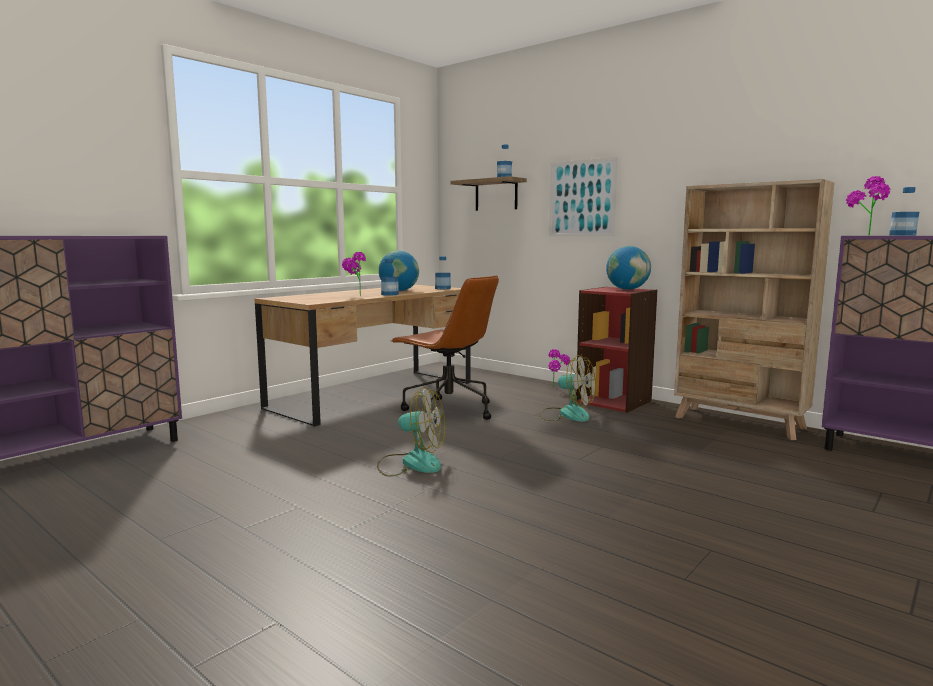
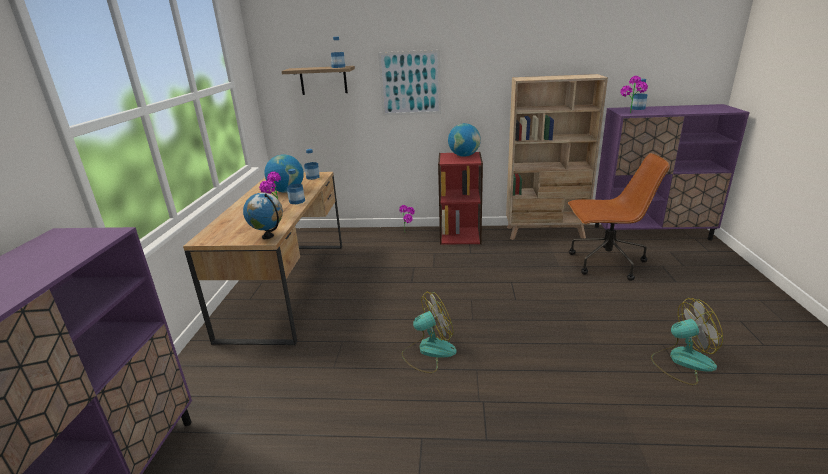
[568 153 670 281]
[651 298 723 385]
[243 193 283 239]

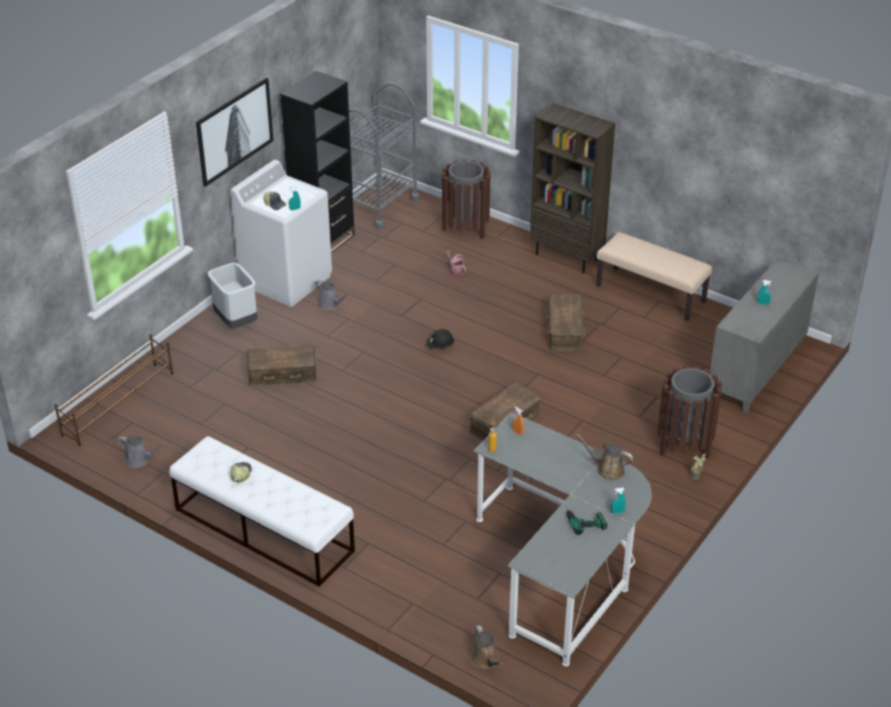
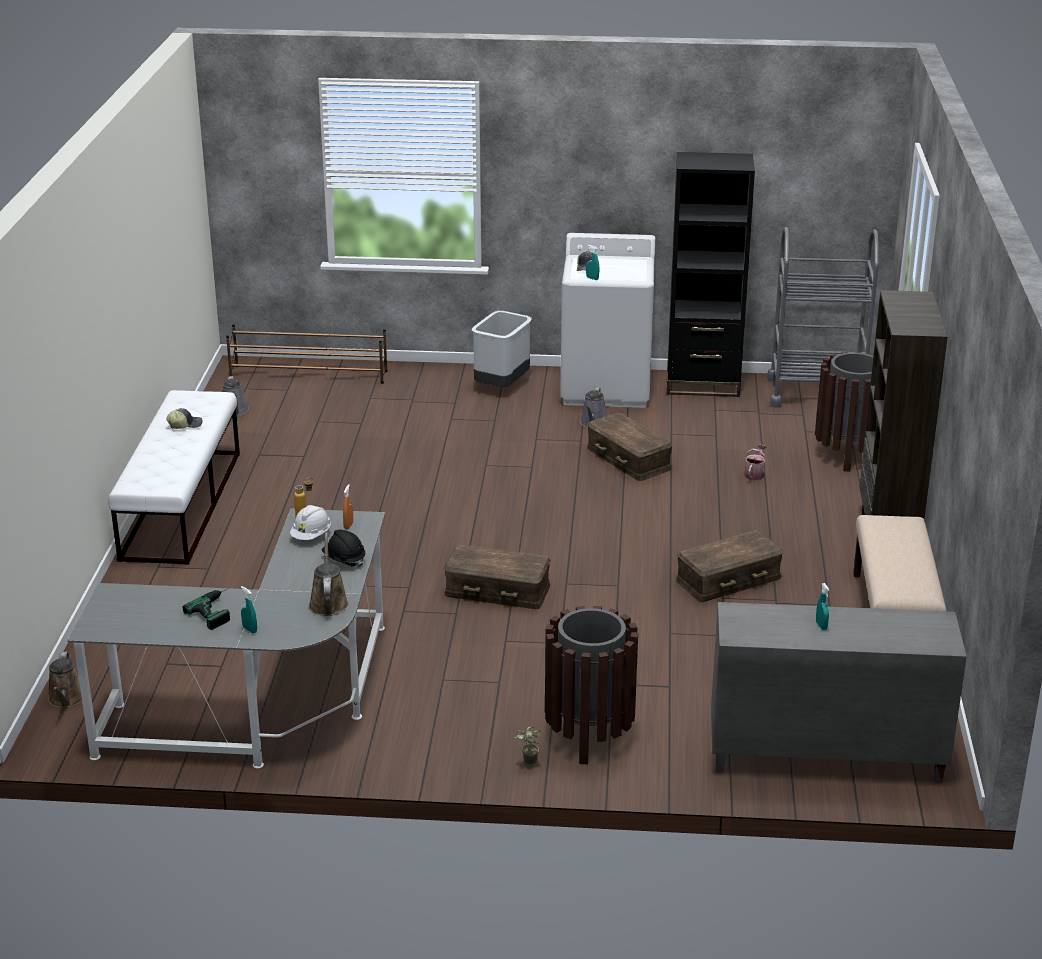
[196 78 273 187] (first image)
[322 530 365 568]
[587 412 673 481]
[48 652 82 708]
[290 505 331 540]

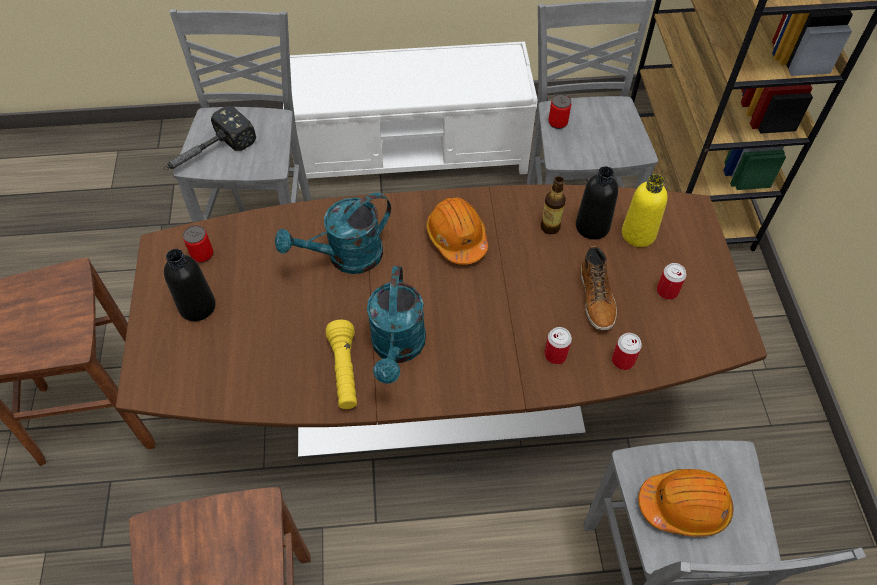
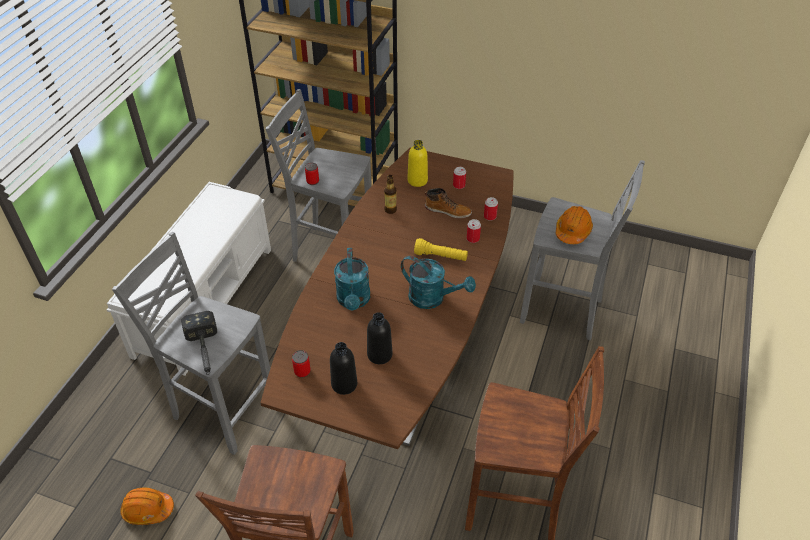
[367 312 393 364]
[120 488 174 525]
[414 238 468 261]

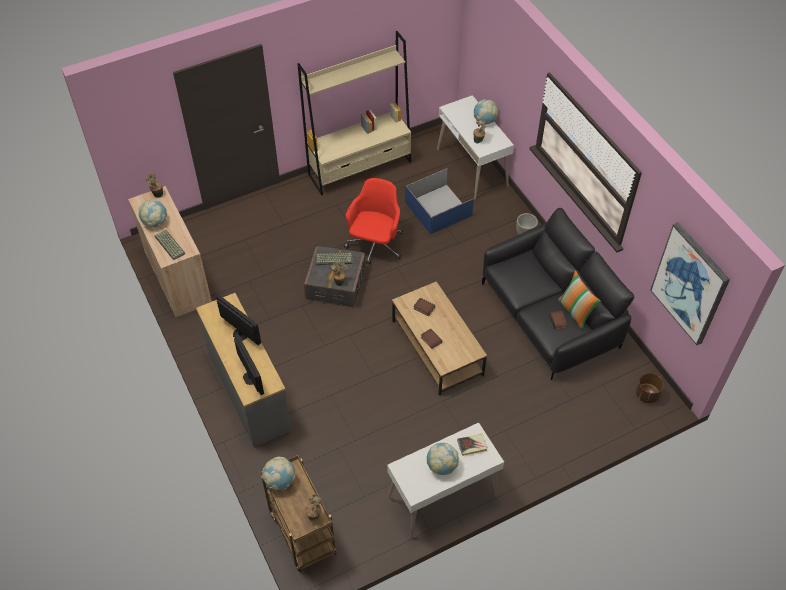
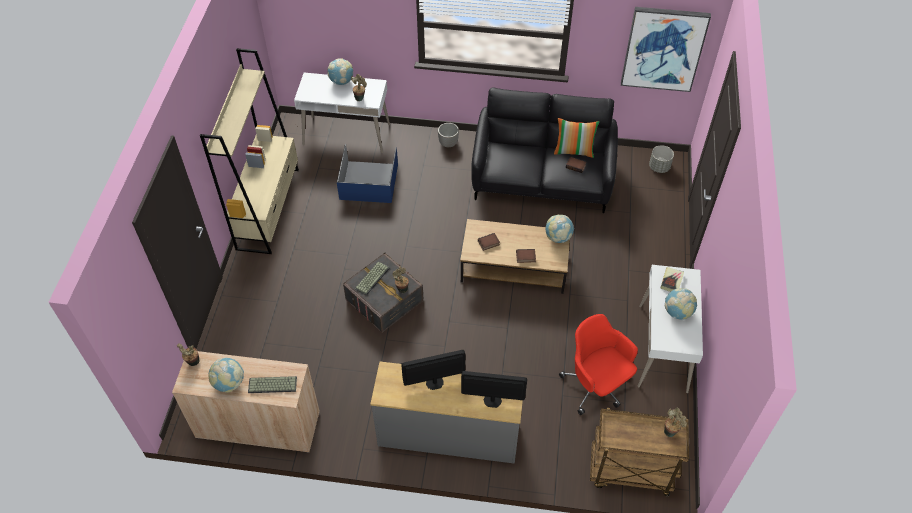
[559 314 638 415]
[649 145 674 173]
[546 215 574 243]

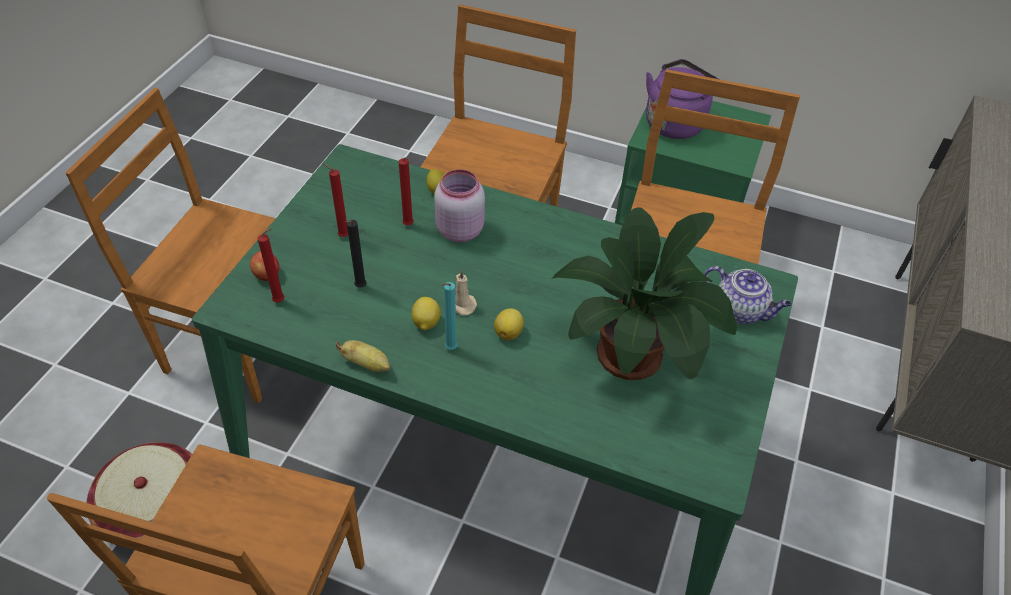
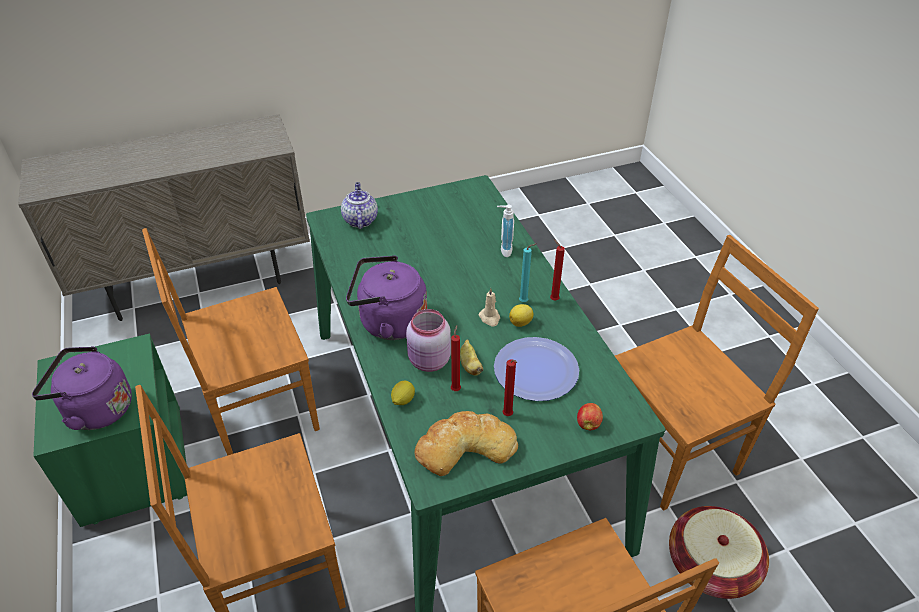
[551 208 737 380] (first image)
[494 337 579 401]
[550 239 565 300]
[494 308 524 340] (first image)
[460 340 483 376]
[497 205 514 257]
[346 255 427 340]
[415 411 518 476]

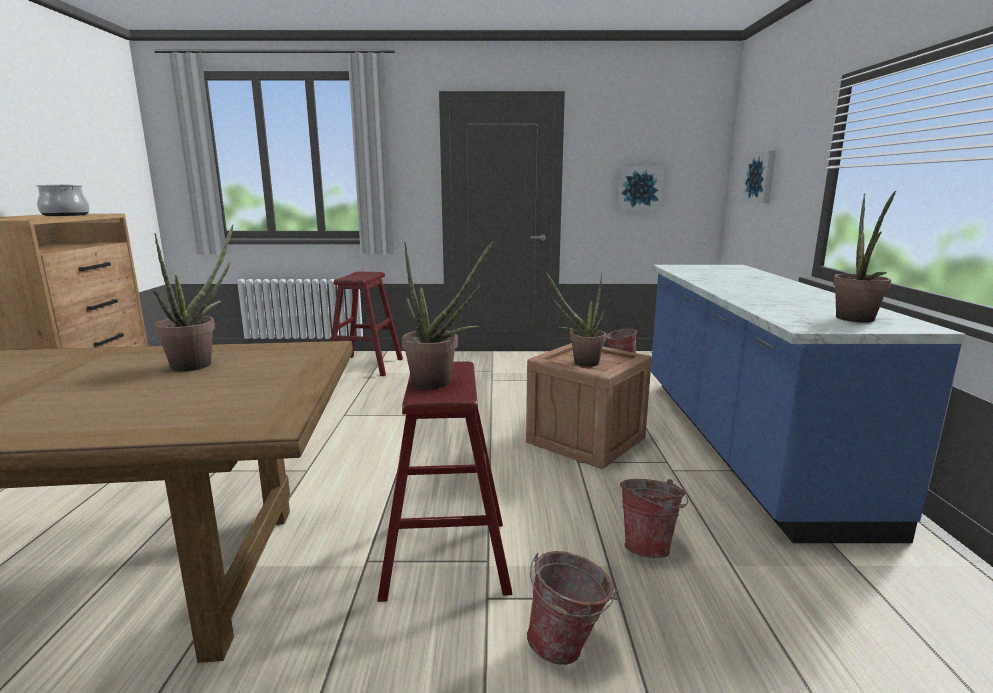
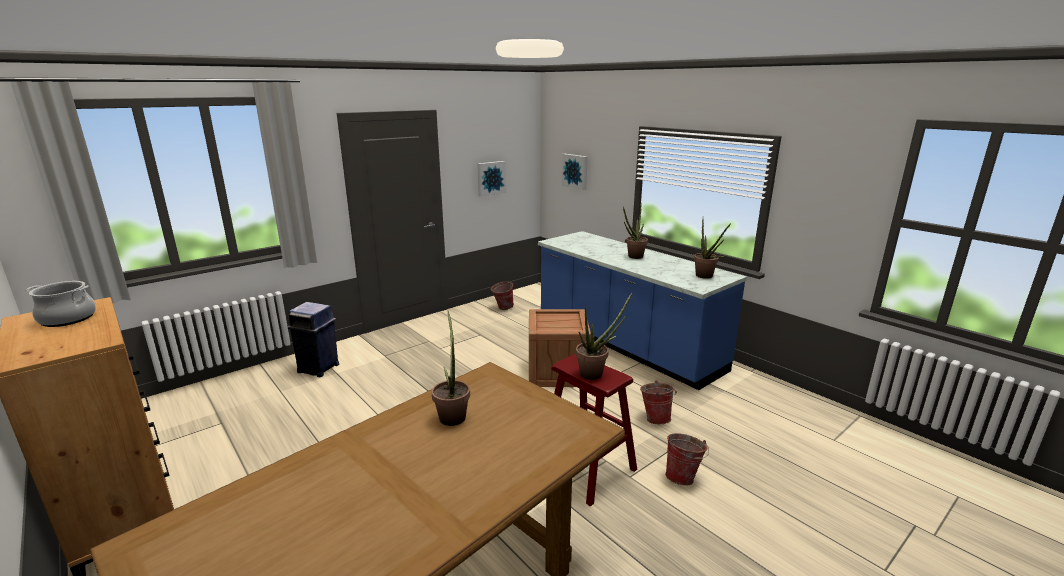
[288 302 339 377]
[623 203 648 259]

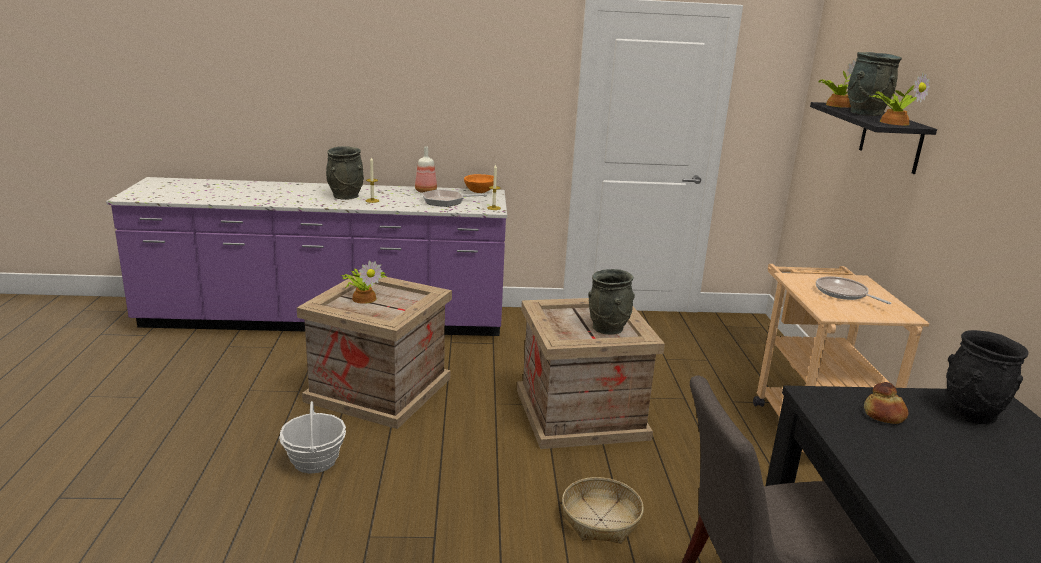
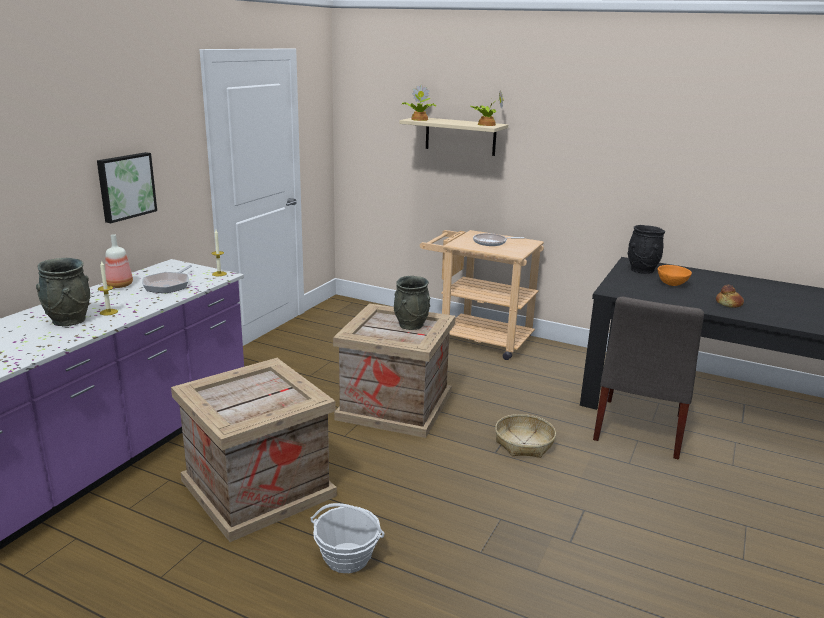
[847 52 902 116] (first image)
[399 118 508 156]
[658 265 692 286]
[342 260 388 304] (first image)
[716 285 744 308]
[97 152 157 223]

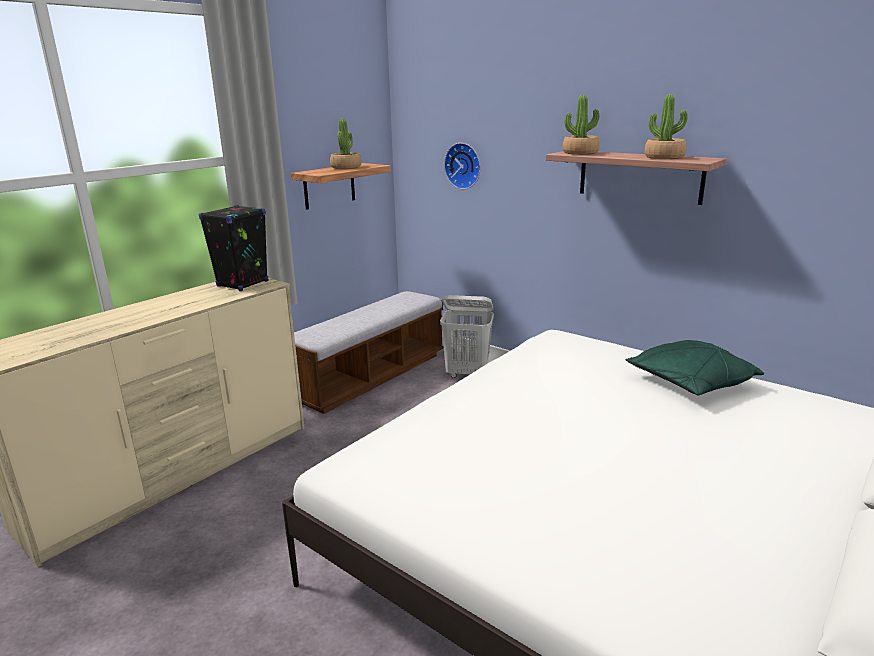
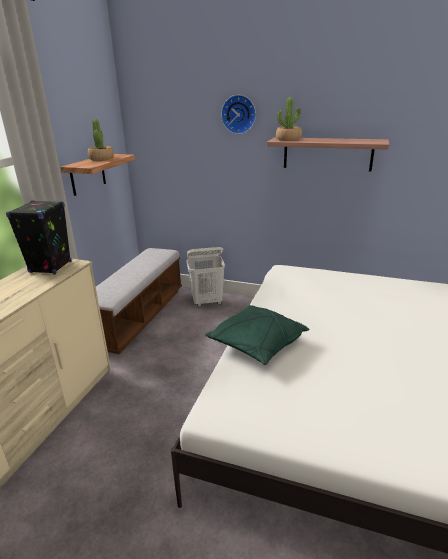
[644 95 688 159] (first image)
[221 95 256 134]
[205 305 309 365]

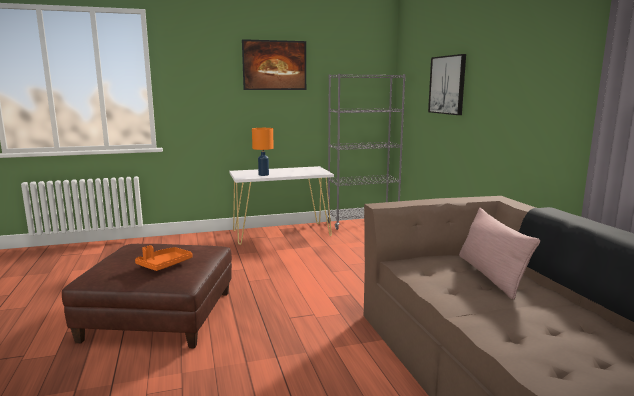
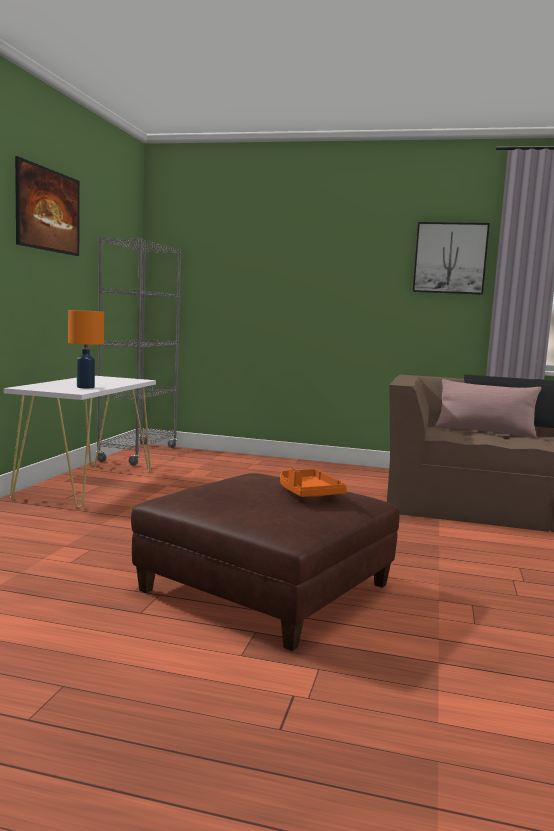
[413 222 490 295]

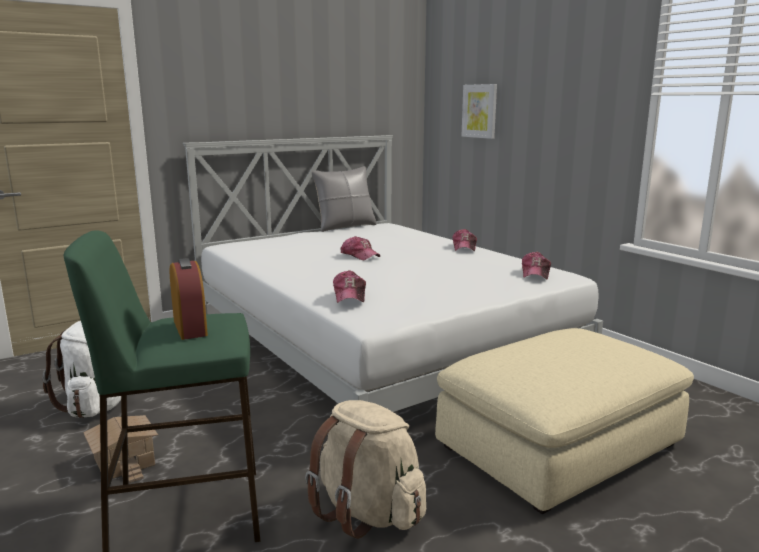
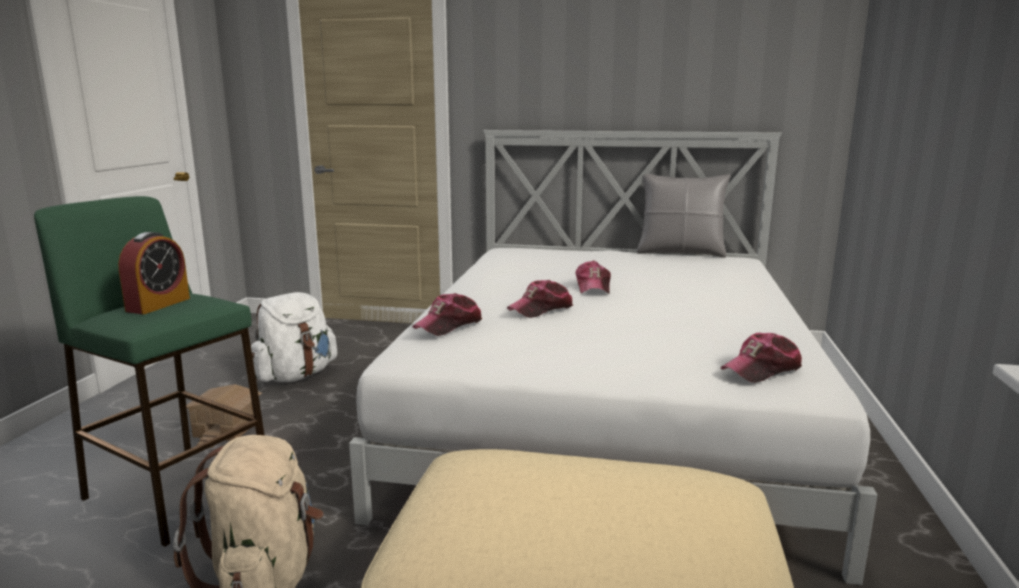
[461 84 497 139] (first image)
[507 280 573 318]

